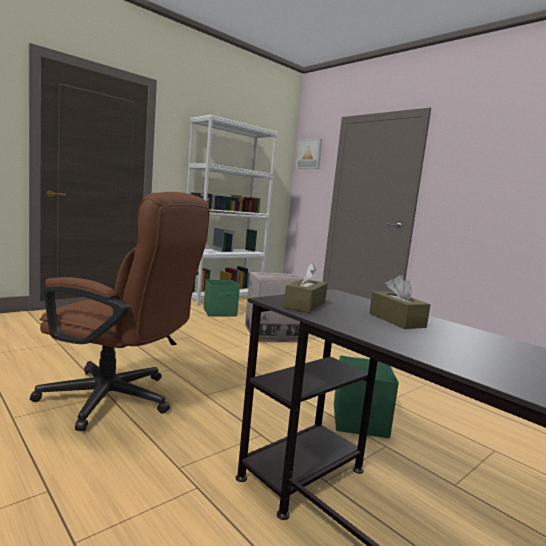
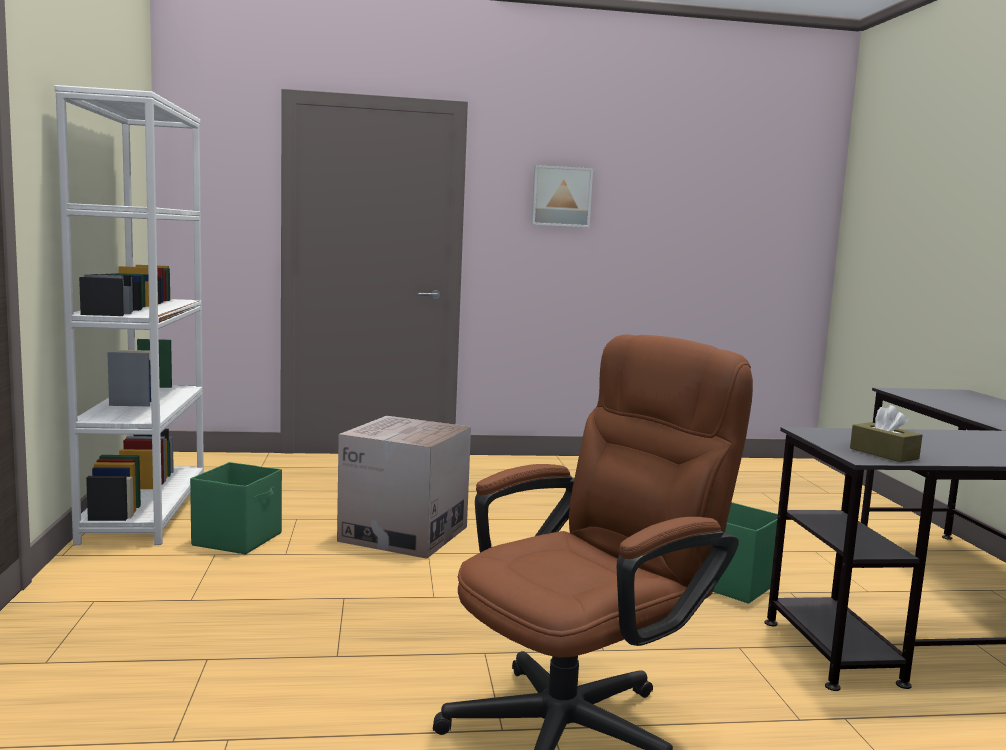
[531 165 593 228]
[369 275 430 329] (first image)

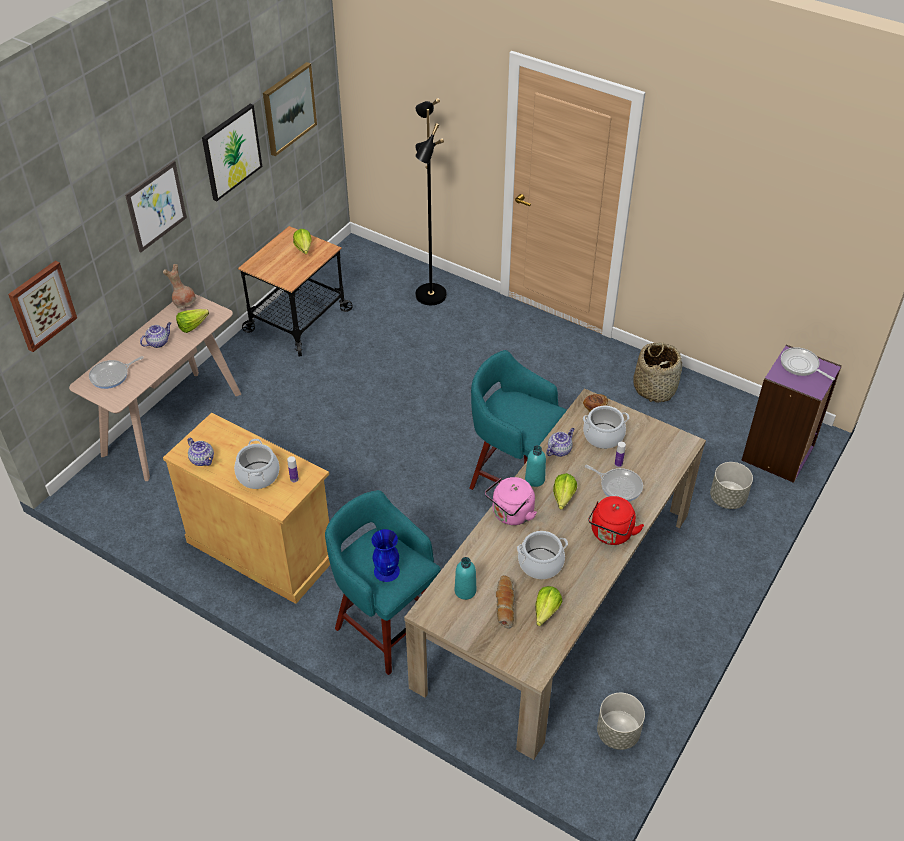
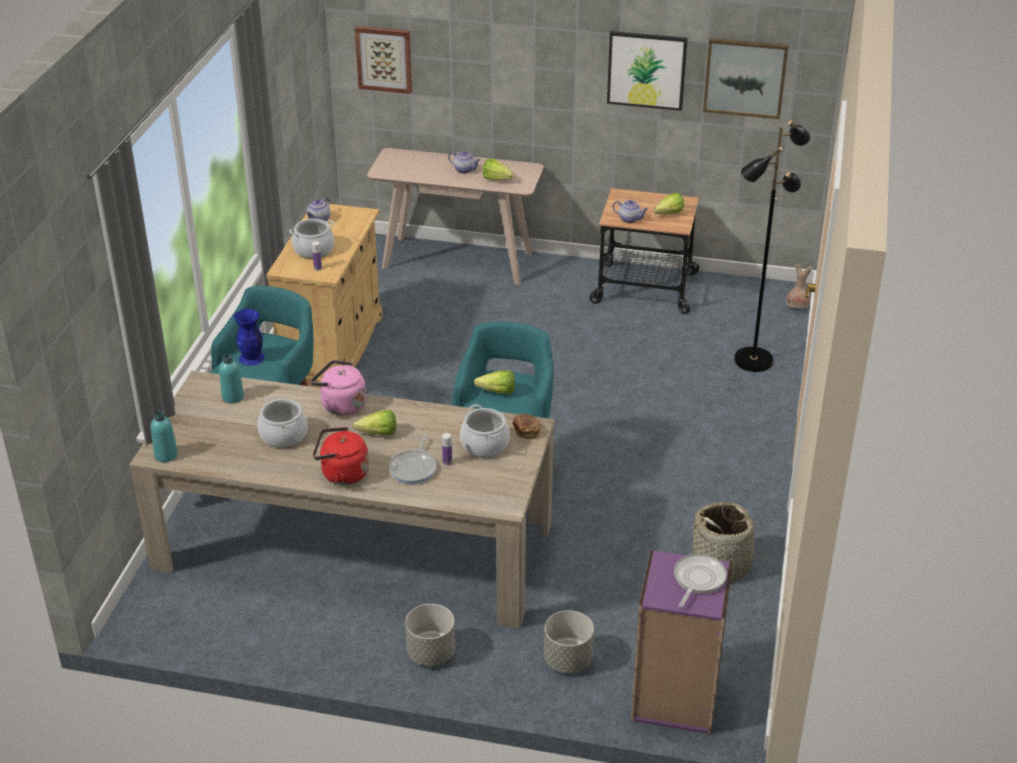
[125 161 187 253] (first image)
[786 264 812 308]
[89 356 144 389] (first image)
[613 200 648 223]
[151 410 178 462]
[496 575 515 629] (first image)
[474 370 515 395]
[405 604 455 666]

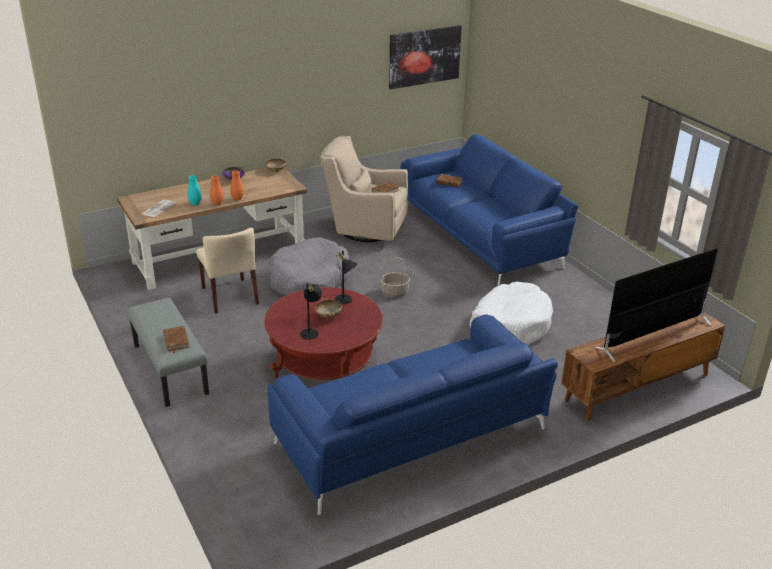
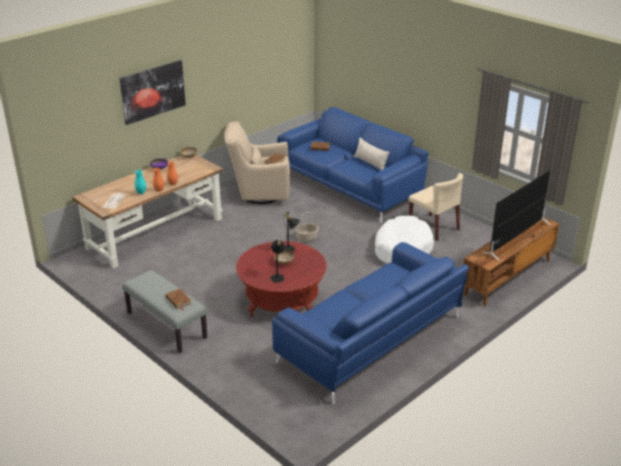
[119 60 186 125]
[409 173 463 241]
[269 237 349 295] (first image)
[354 137 390 170]

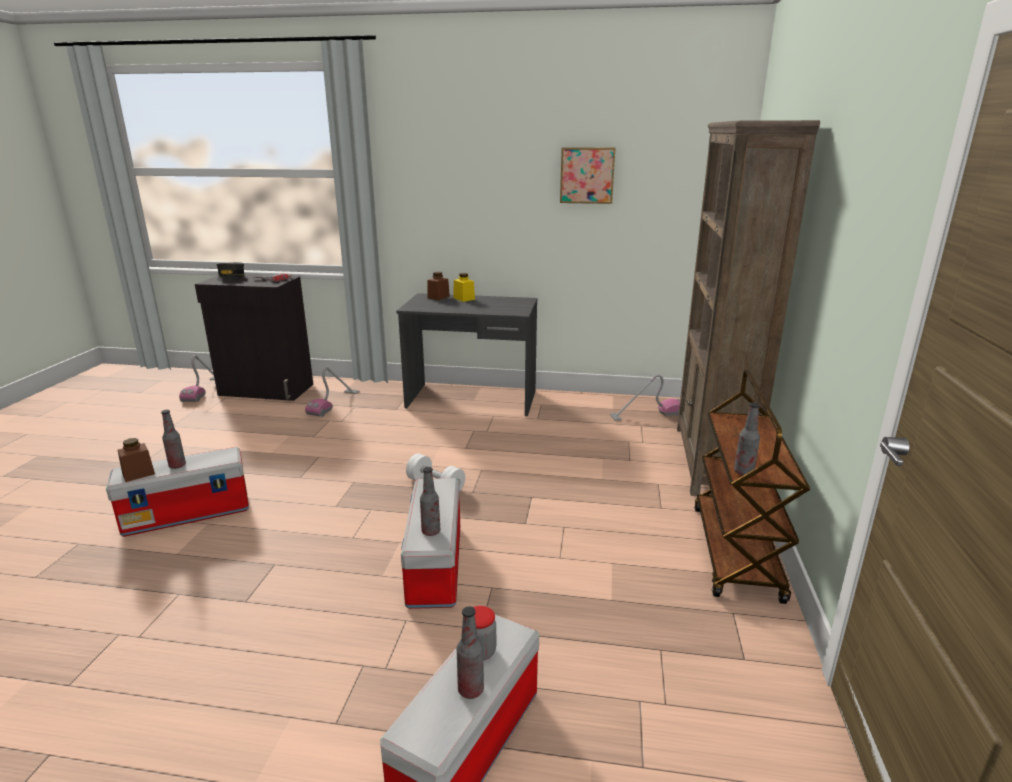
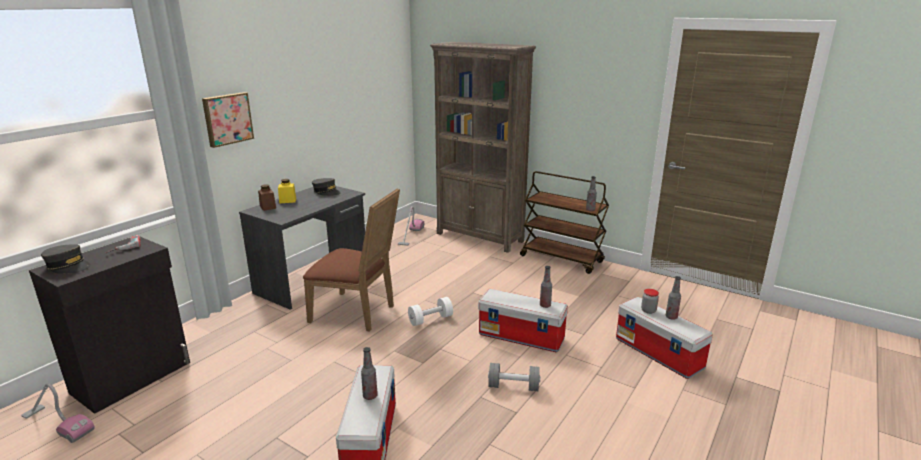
[202 92 254 148]
[305 367 359 417] (first image)
[118 438 155 482] (first image)
[312 178 341 196]
[303 188 400 332]
[488 363 540 391]

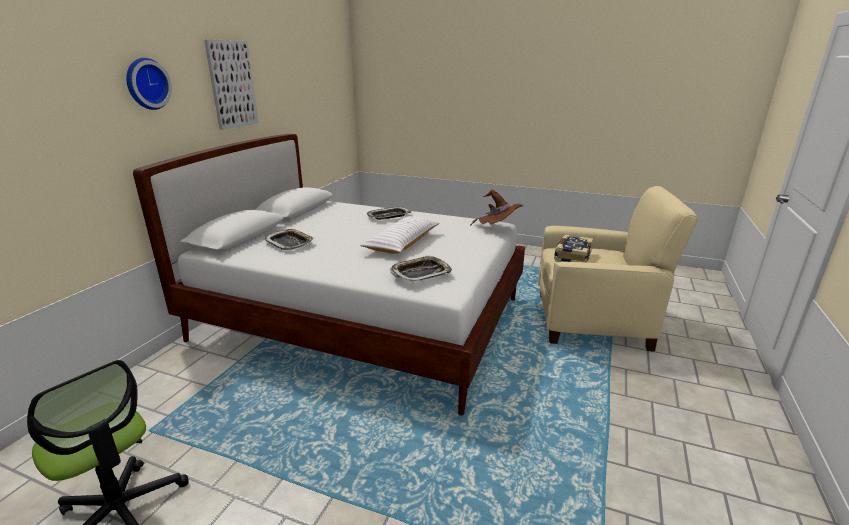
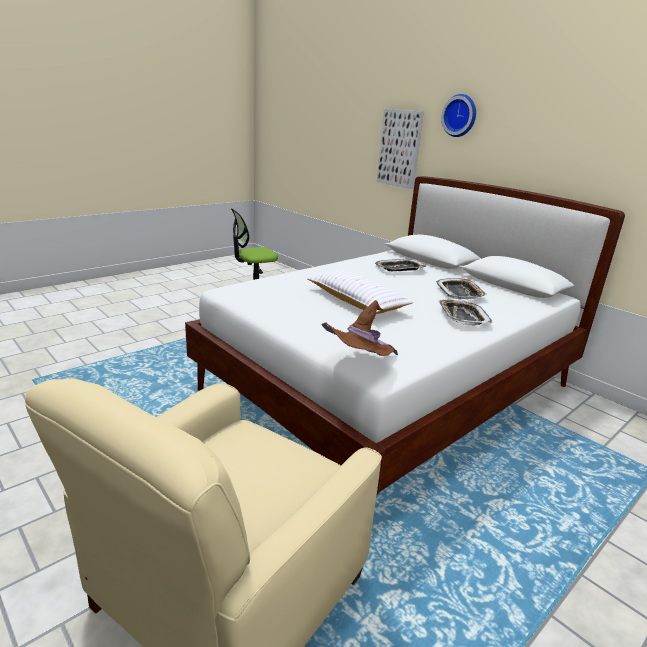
[377 109 424 189]
[554 234 593 262] (first image)
[436 278 487 299]

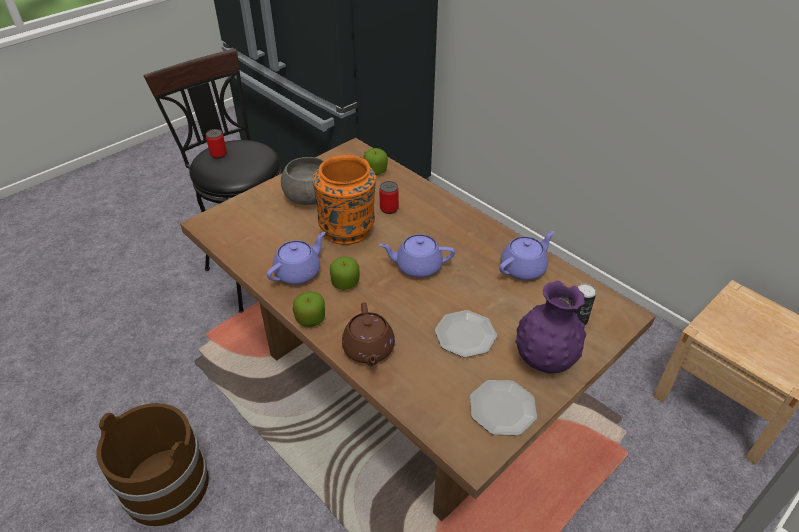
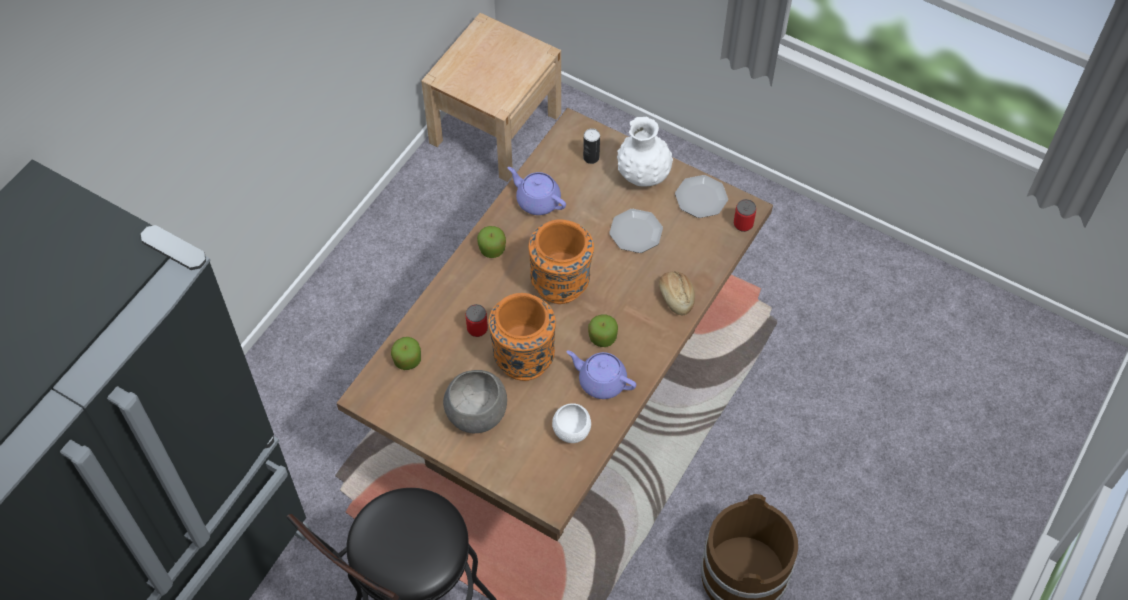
[734 199 756 232]
[528 219 594 304]
[617 117 673 187]
[477 226 506 258]
[659 271 695 315]
[552 403 591 443]

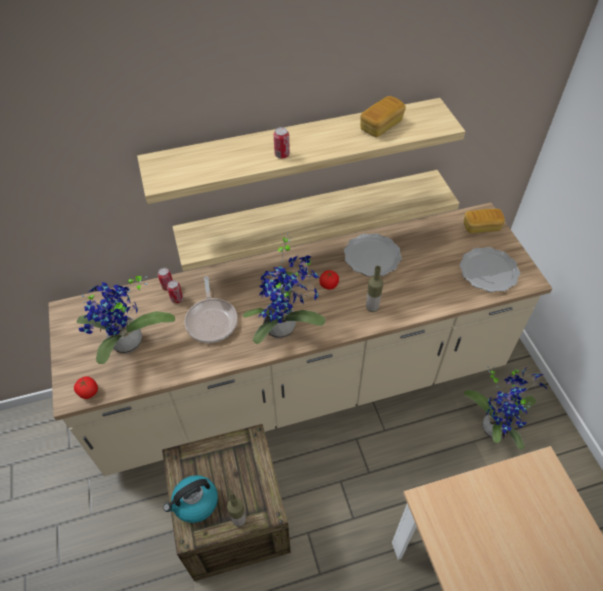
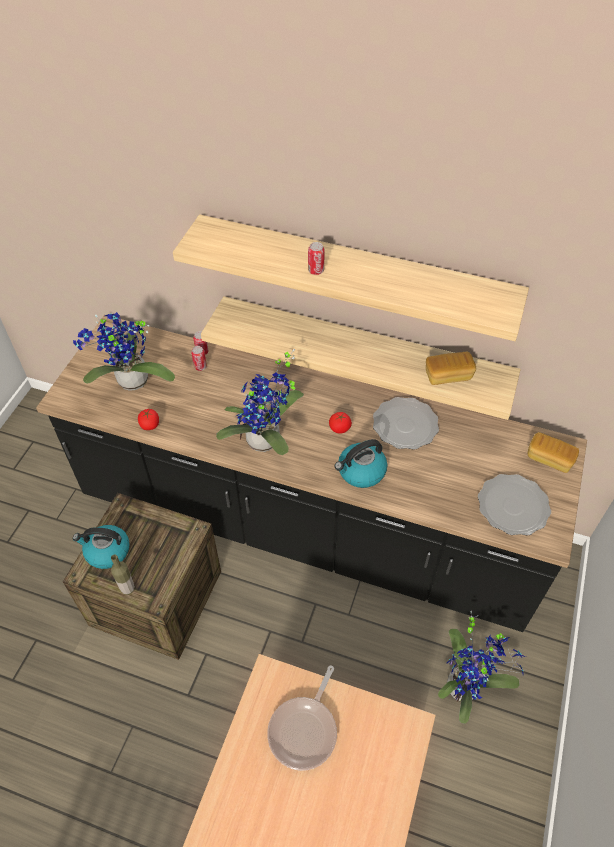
[426 352 476 385]
[36 315 587 632]
[334 439 387 488]
[267 666 337 771]
[138 409 159 430]

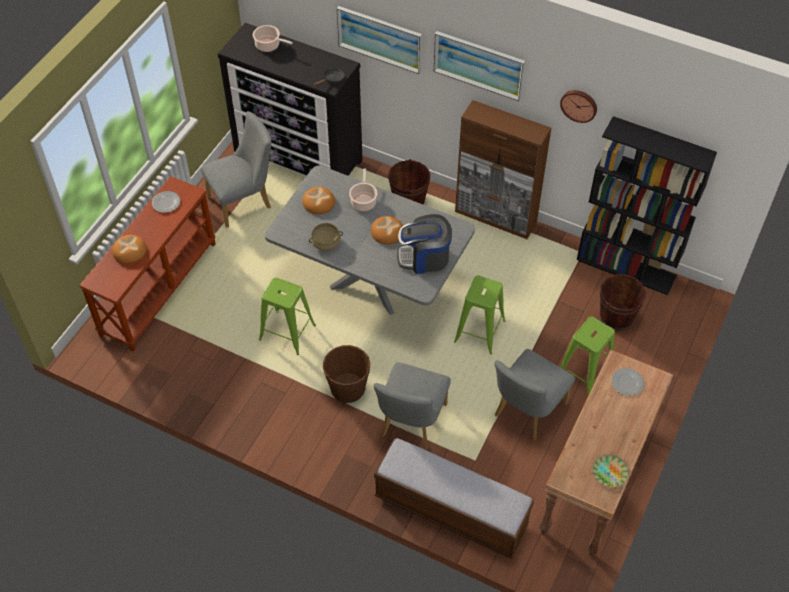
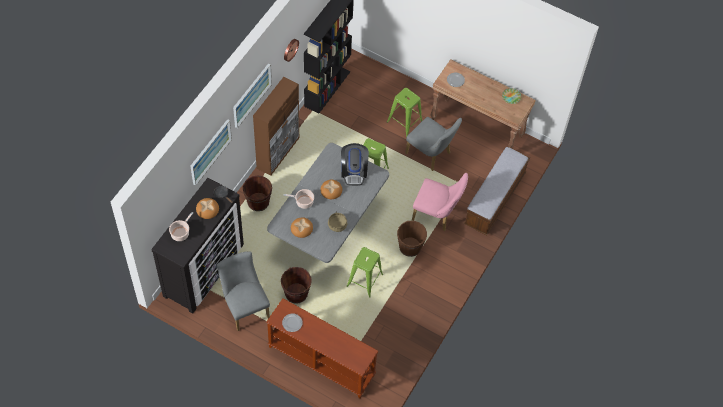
[196 198 219 219]
[281 267 312 304]
[412 173 468 231]

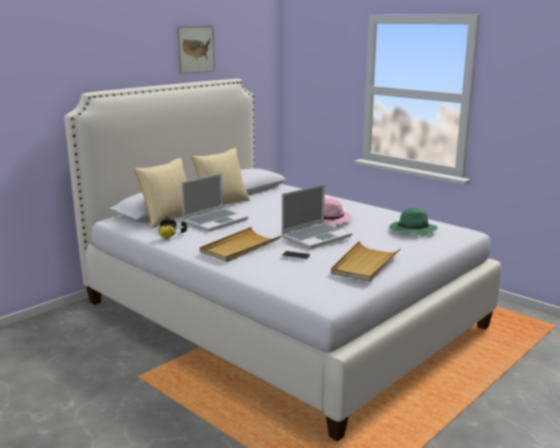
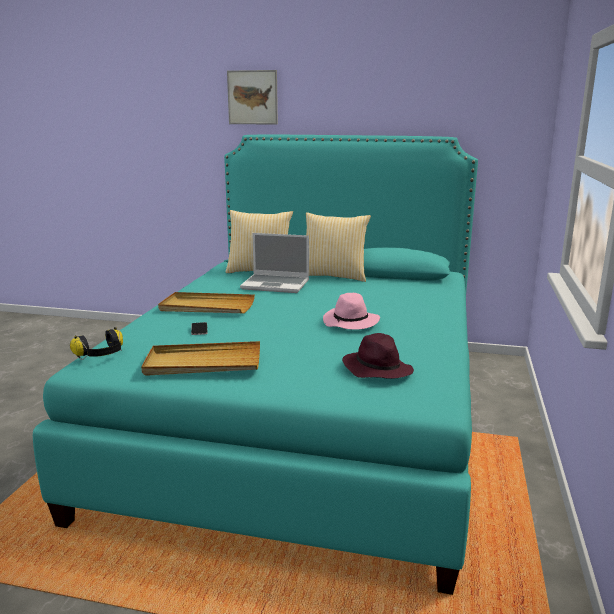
[227 70 278 125]
[33 135 478 595]
[281 184 352 249] (first image)
[342 333 414 379]
[70 327 123 360]

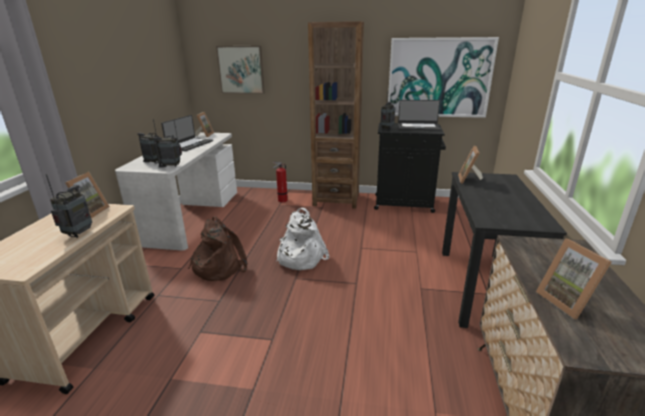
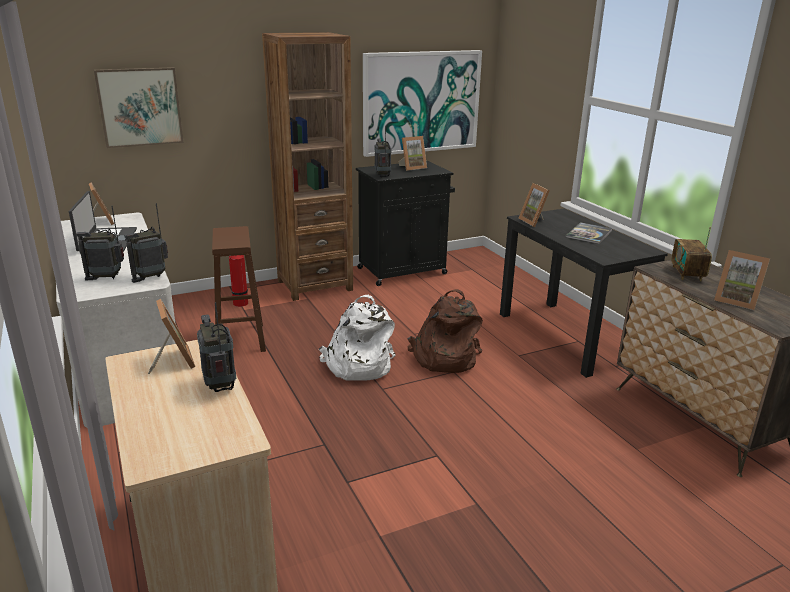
[398 136 427 171]
[408 289 483 373]
[566 222 612 244]
[212 226 266 352]
[671 227 712 281]

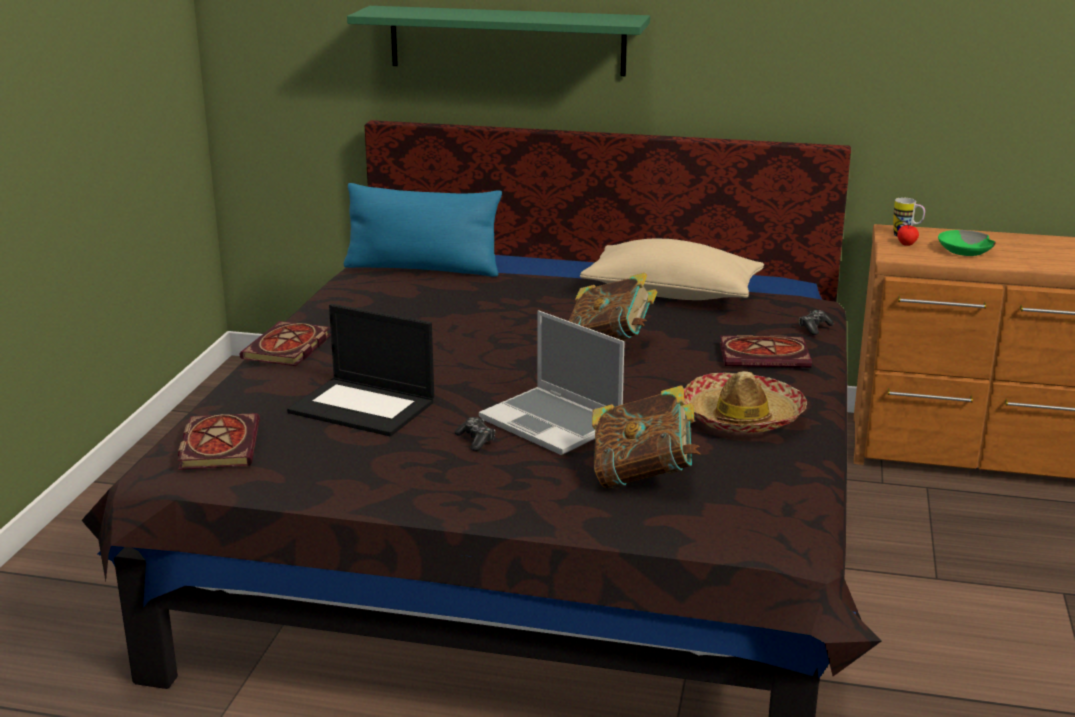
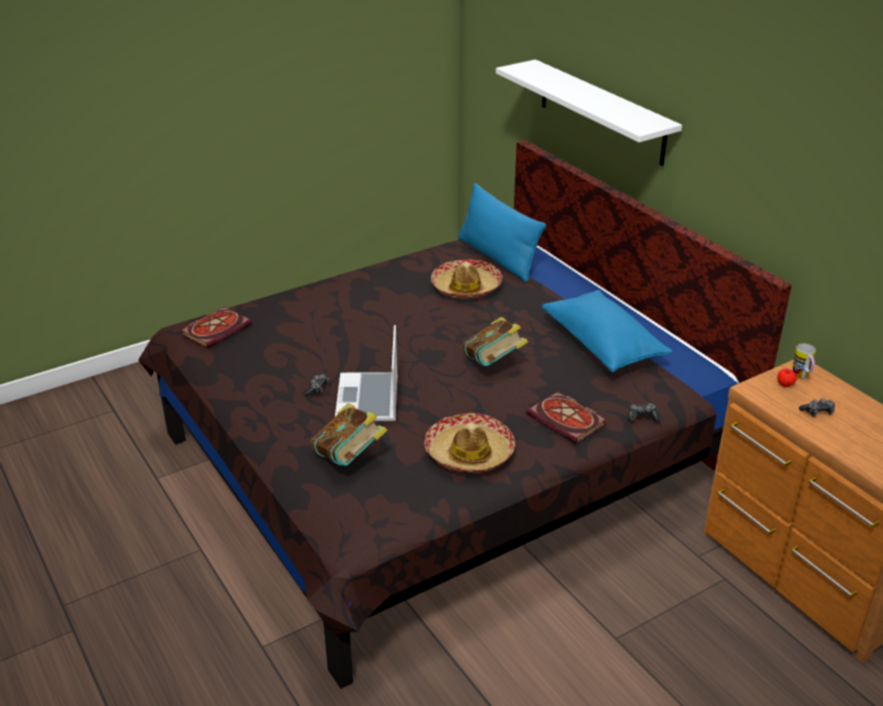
[496 59 682 166]
[799 398 835 417]
[542 290 673 372]
[287 304 434 436] (first image)
[240 321 331 366] (first image)
[431 259 502 299]

